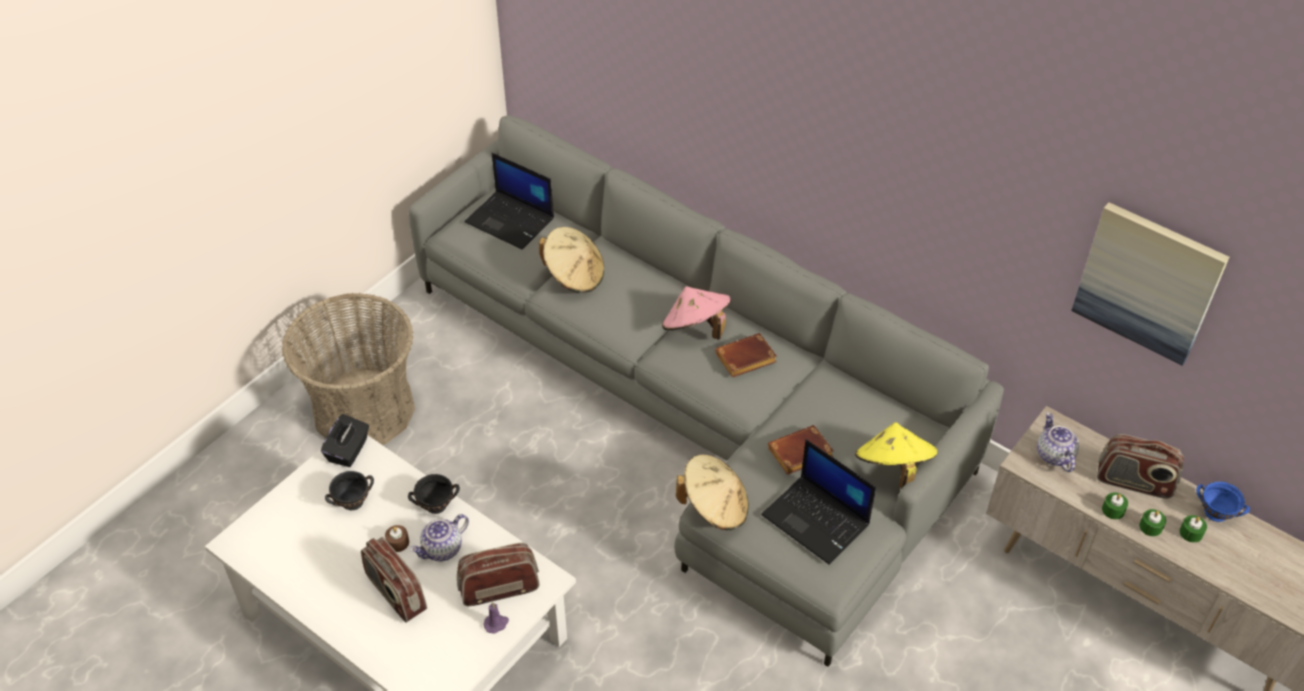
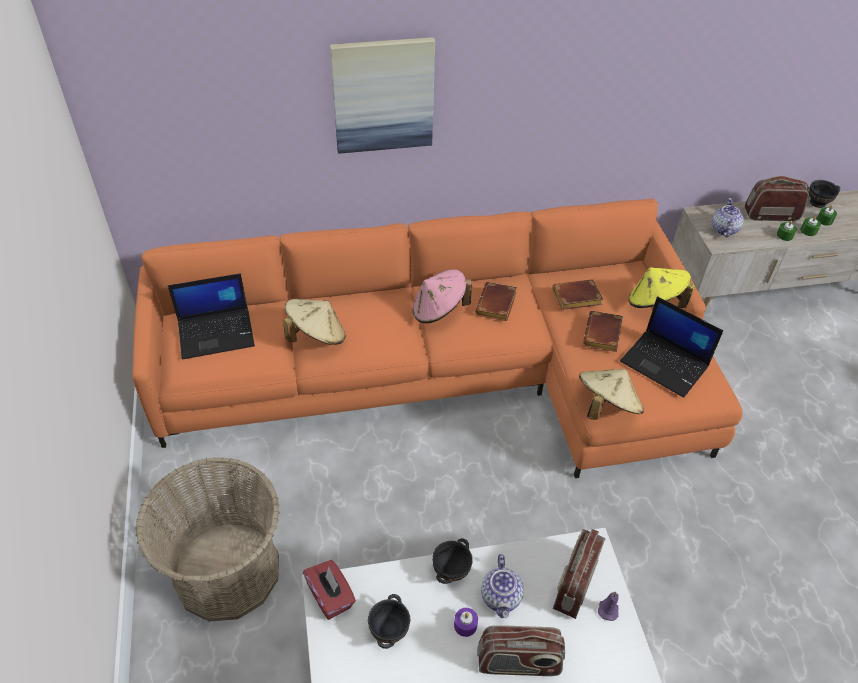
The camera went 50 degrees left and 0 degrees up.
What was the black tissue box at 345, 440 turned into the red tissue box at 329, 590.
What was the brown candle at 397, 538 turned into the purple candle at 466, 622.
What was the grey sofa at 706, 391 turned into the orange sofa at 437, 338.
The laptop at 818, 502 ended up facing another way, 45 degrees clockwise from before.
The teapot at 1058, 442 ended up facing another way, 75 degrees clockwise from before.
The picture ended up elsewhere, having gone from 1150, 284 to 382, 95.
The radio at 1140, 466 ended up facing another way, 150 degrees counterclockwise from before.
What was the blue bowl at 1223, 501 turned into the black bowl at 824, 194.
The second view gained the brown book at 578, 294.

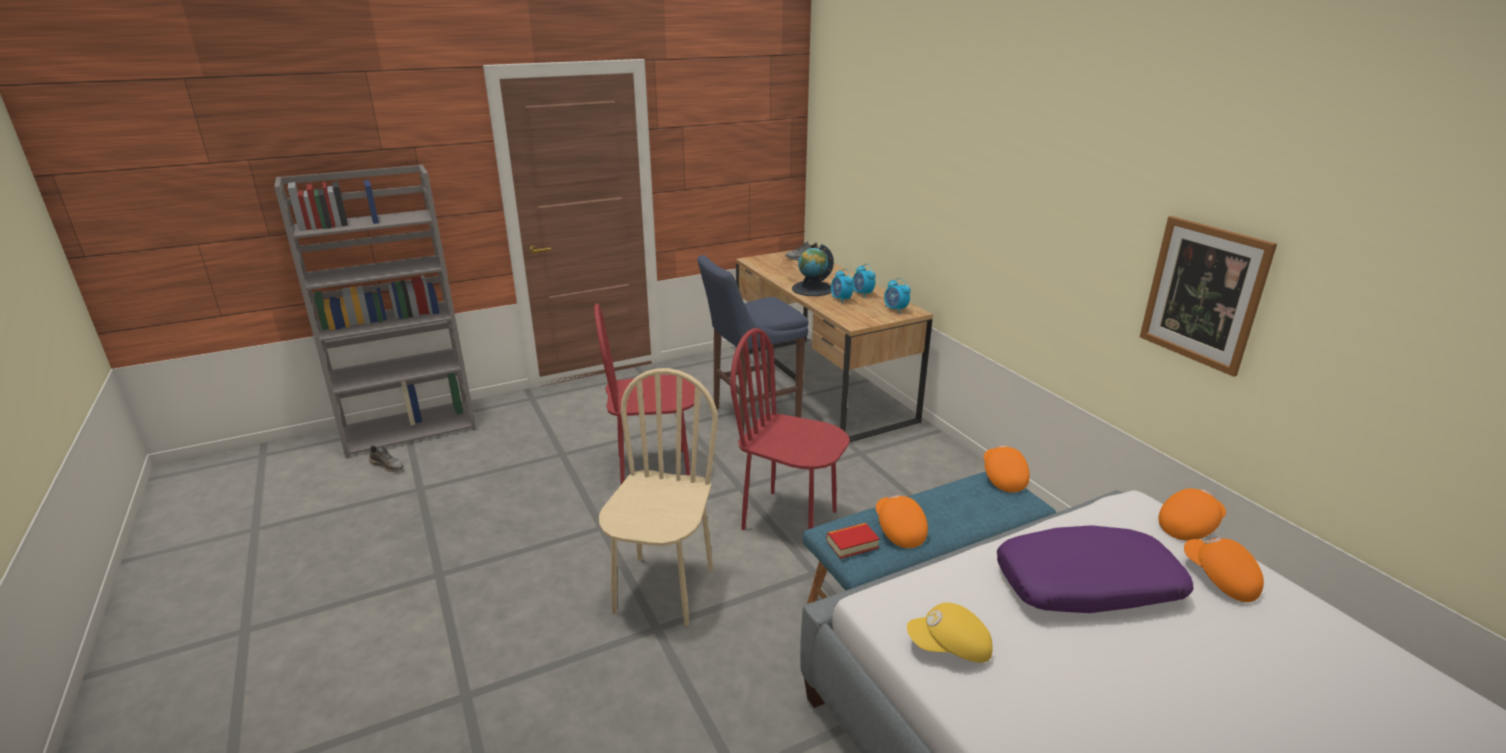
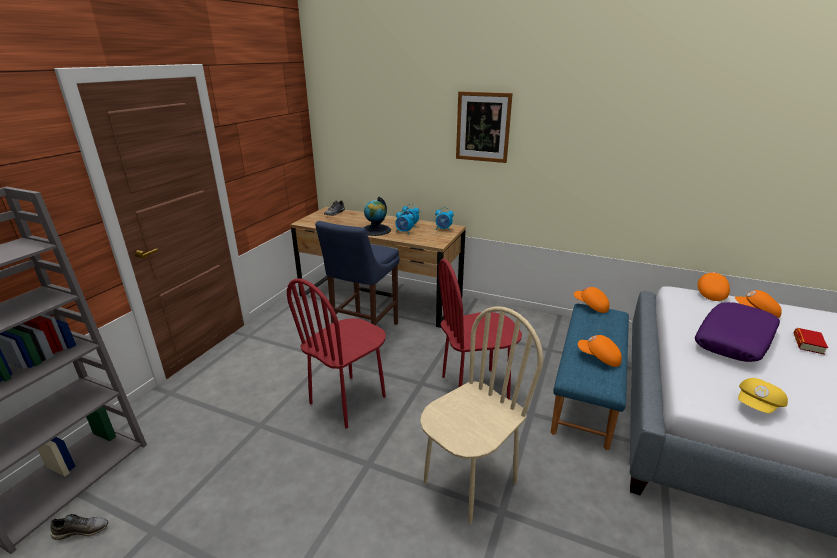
The camera went 40 degrees left and 0 degrees up.
The beige chair at 658, 497 ended up facing another way, 75 degrees clockwise from before.
The book ended up elsewhere, having gone from 853, 541 to 811, 341.
The picture ended up elsewhere, having gone from 1208, 296 to 484, 127.

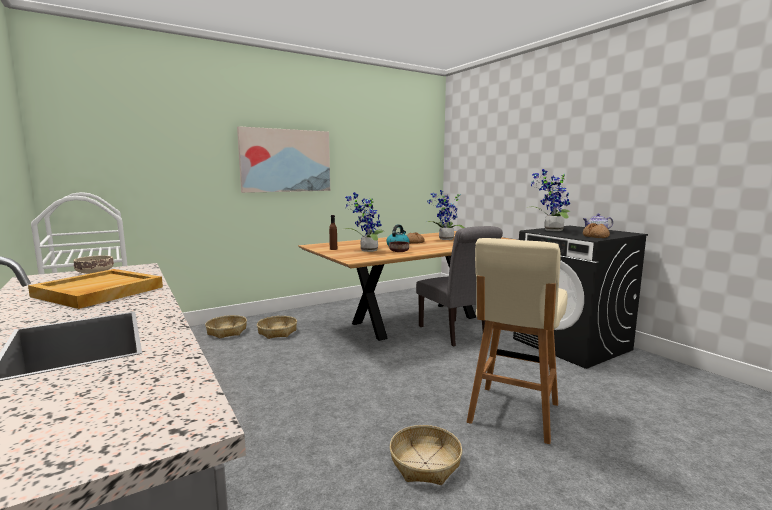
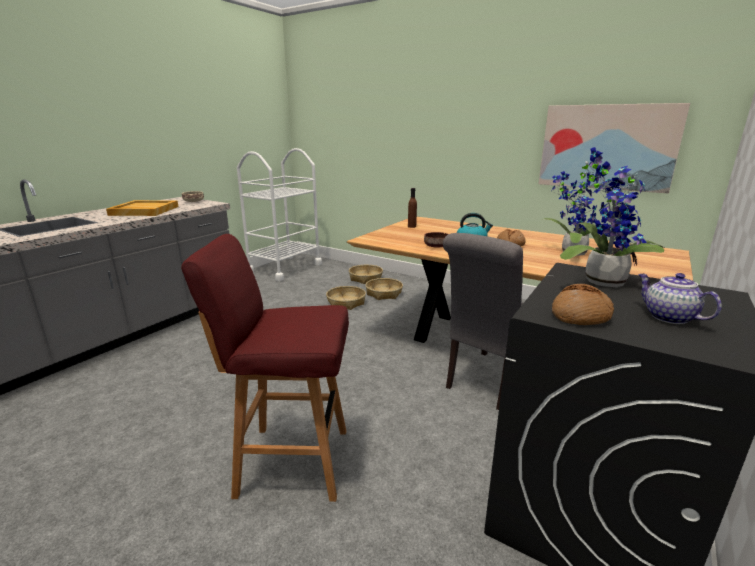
The camera went 65 degrees right and 10 degrees up.
The picture ended up elsewhere, having gone from 283, 159 to 614, 148.
The second view lost the potted plant at 365, 222.
The basket ended up elsewhere, having gone from 426, 455 to 346, 298.
What was the beige stool at 517, 341 turned into the red stool at 265, 368.

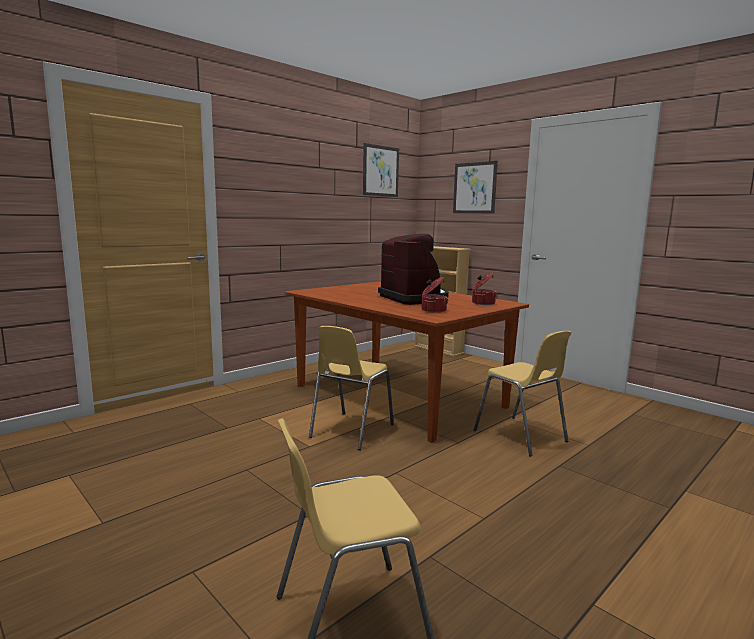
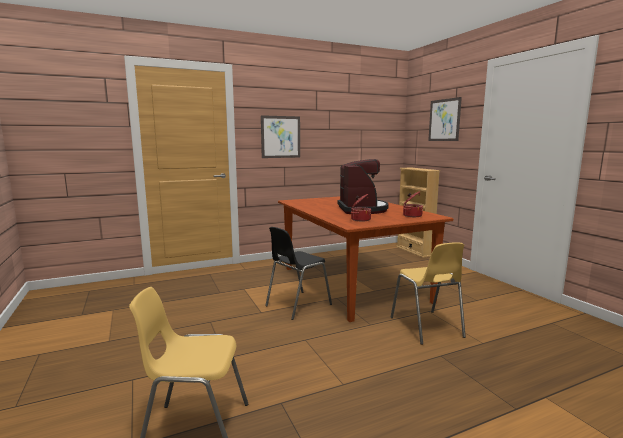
The camera went 20 degrees right and 0 degrees up.
What was the yellow chair at 351, 388 turned into the black chair at 298, 273.
The picture ended up elsewhere, having gone from 381, 170 to 280, 136.

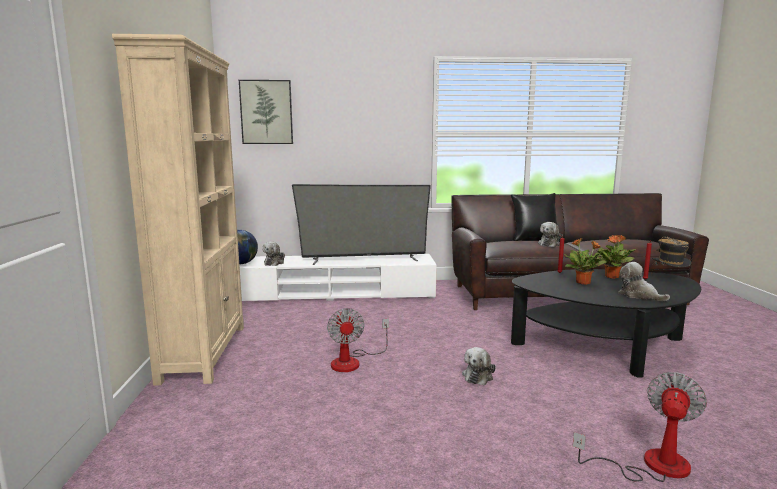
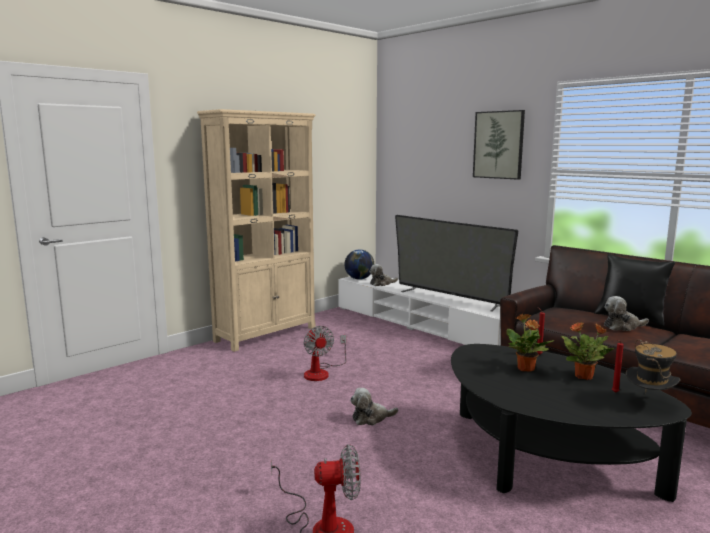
The camera went 50 degrees right and 0 degrees up.
The picture ended up elsewhere, having gone from 266, 112 to 499, 145.
The fan at 358, 340 ended up facing another way, 60 degrees counterclockwise from before.
The second view lost the plush toy at 644, 281.

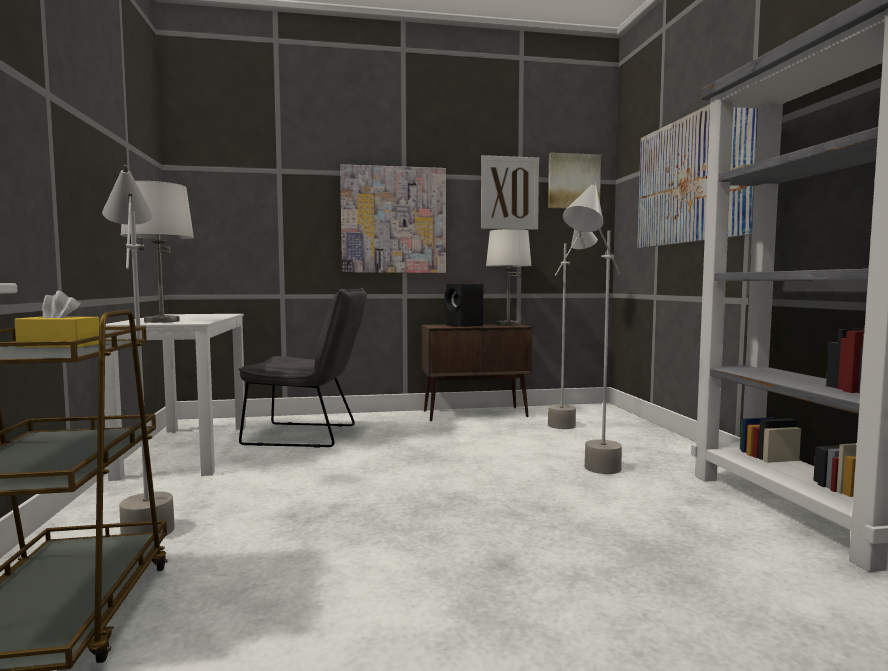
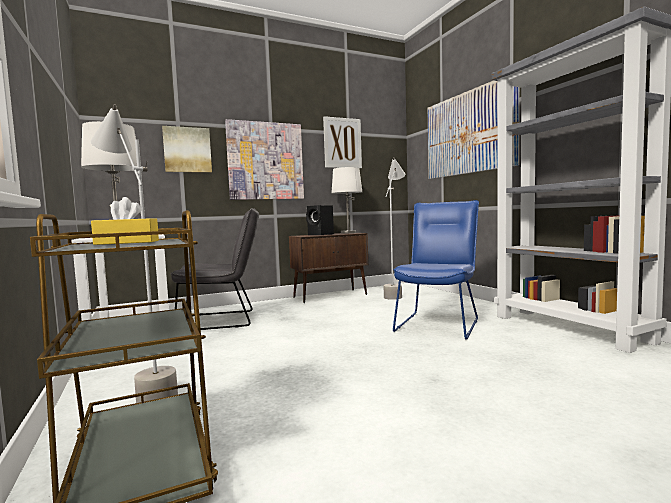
The camera went 15 degrees left and 0 degrees up.
The picture ended up elsewhere, having gone from 574, 180 to 187, 149.
Where the grey floor lamp stood at 592, 328, the blue chair came to stand at 436, 270.

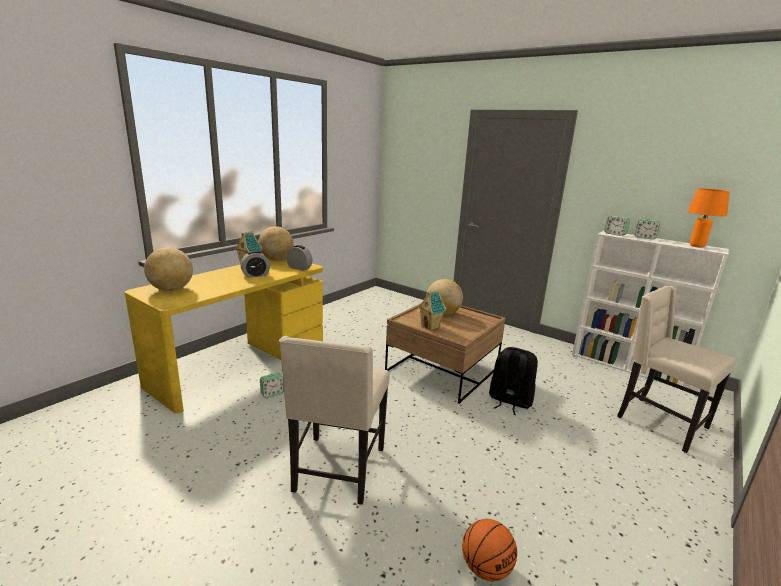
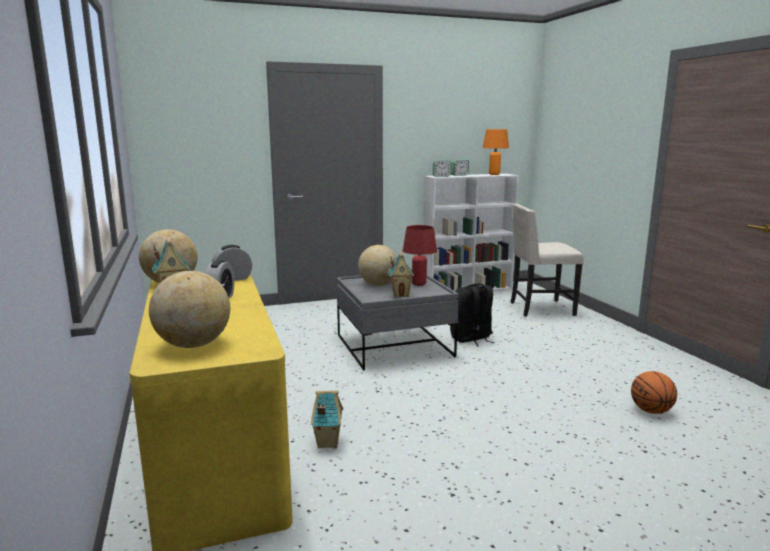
The camera went 55 degrees left and 5 degrees down.
Where the alarm clock stood at 272, 385, the toy house came to stand at 327, 419.
The second view lost the beige chair at 334, 420.
What was the brown coffee table at 445, 354 turned into the grey coffee table at 398, 322.
The second view gained the red table lamp at 420, 255.

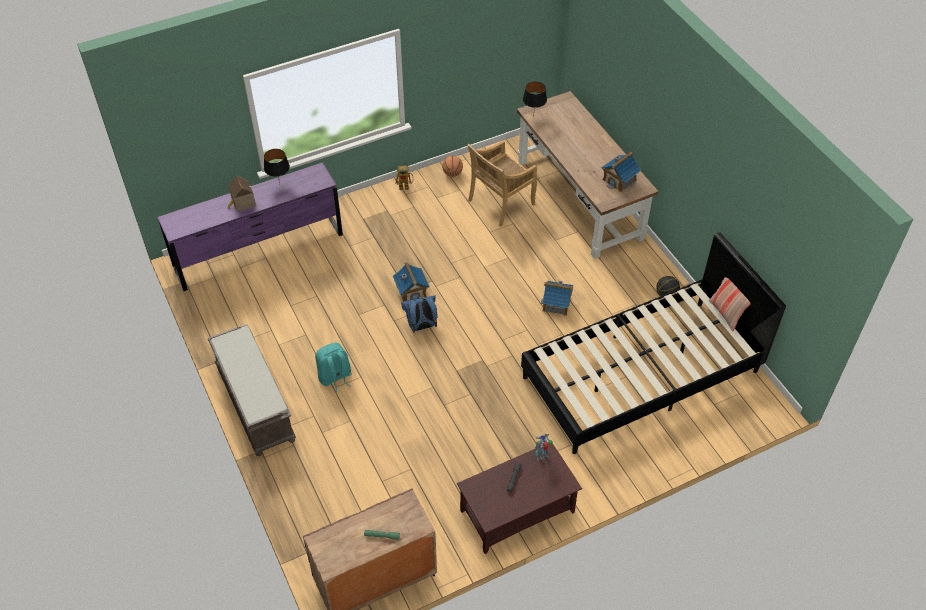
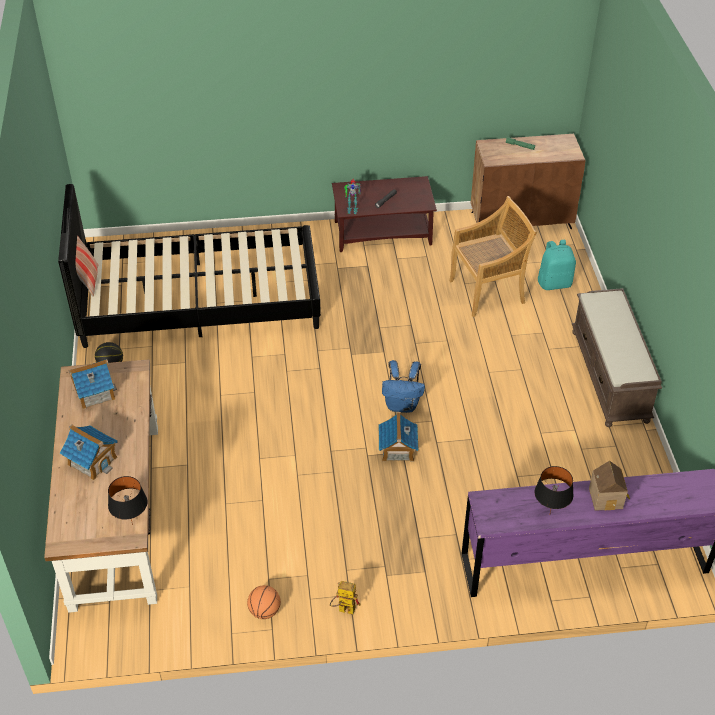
The camera went 160 degrees left and 5 degrees down.
The turquoise backpack ended up elsewhere, having gone from 333, 368 to 557, 265.
The beige chair ended up elsewhere, having gone from 502, 184 to 493, 256.
The toy house ended up elsewhere, having gone from 557, 298 to 89, 453.

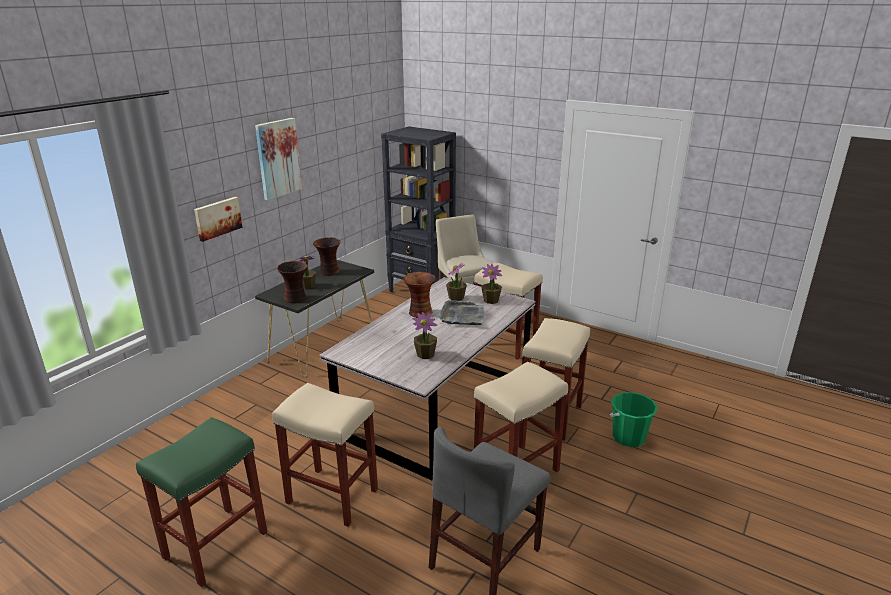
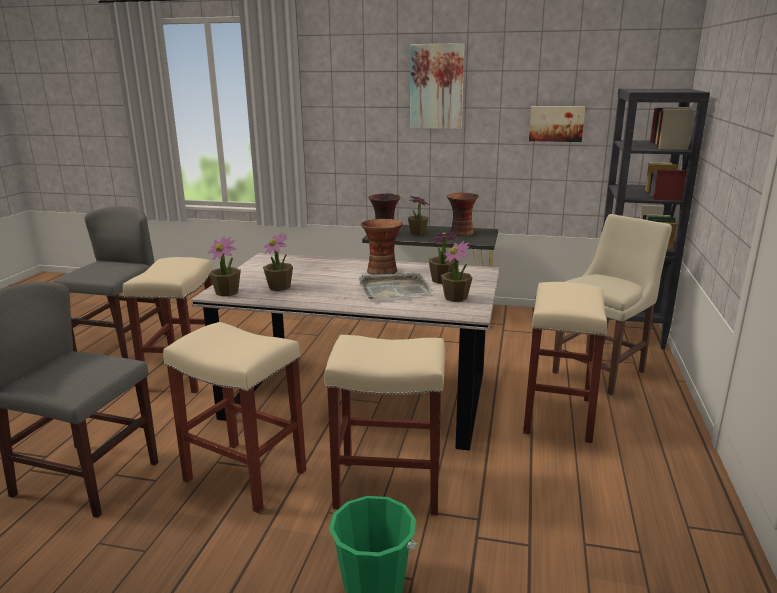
The camera went 70 degrees right and 5 degrees down.
Where the green stool stood at 201, 502, the grey chair came to stand at 109, 282.
The picture ended up elsewhere, having gone from 218, 219 to 557, 124.
The second view gained the potted plant at 224, 266.

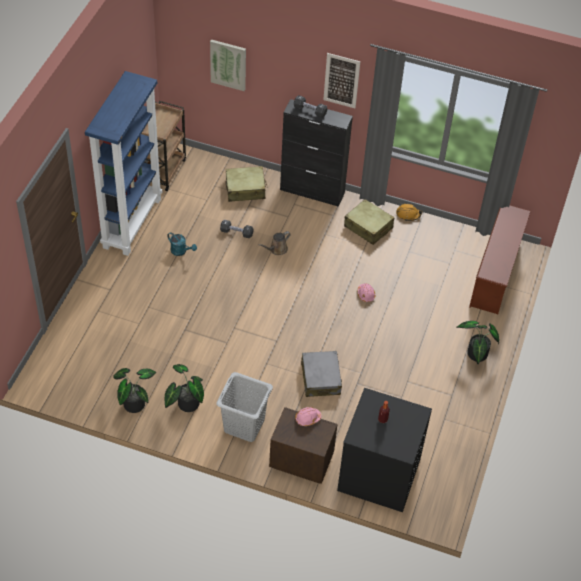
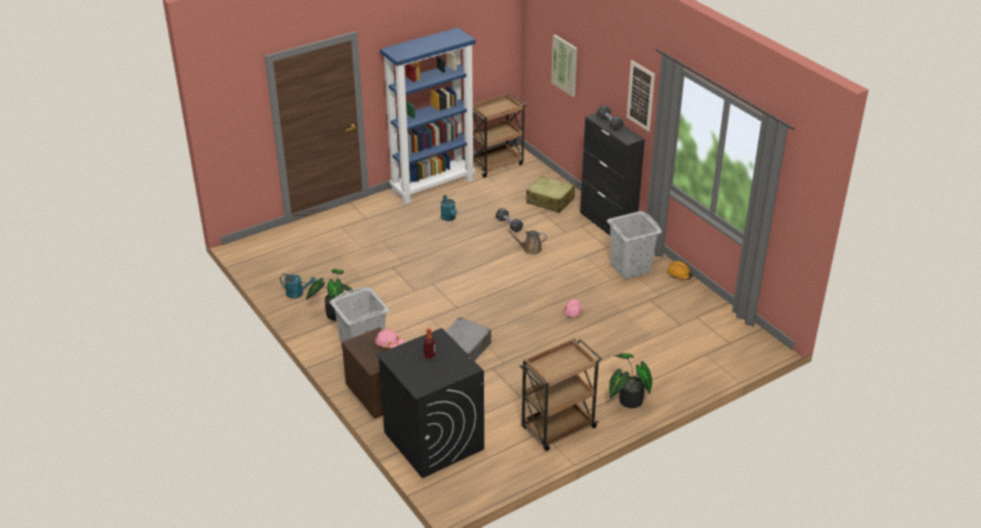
The camera went 40 degrees right and 15 degrees down.
Where the potted plant stood at 134, 390, the turquoise watering can came to stand at 298, 286.
Where the beige suitcase stood at 369, 222, the grey laundry basket came to stand at 634, 245.
The second view lost the brown shoe rack at 500, 259.
The second view gained the brown cart at 560, 394.

